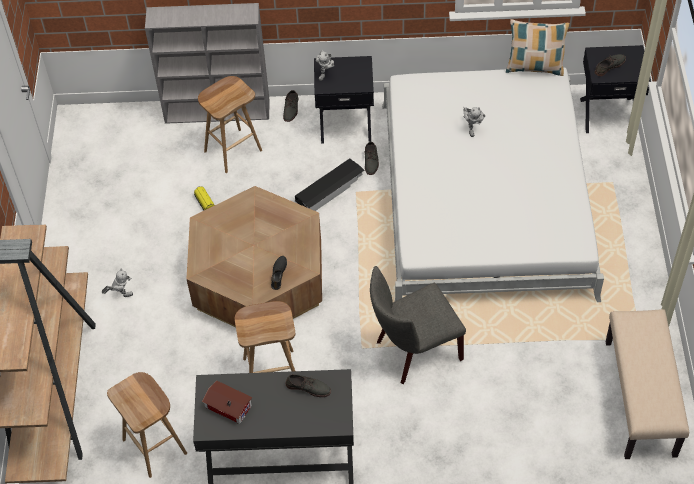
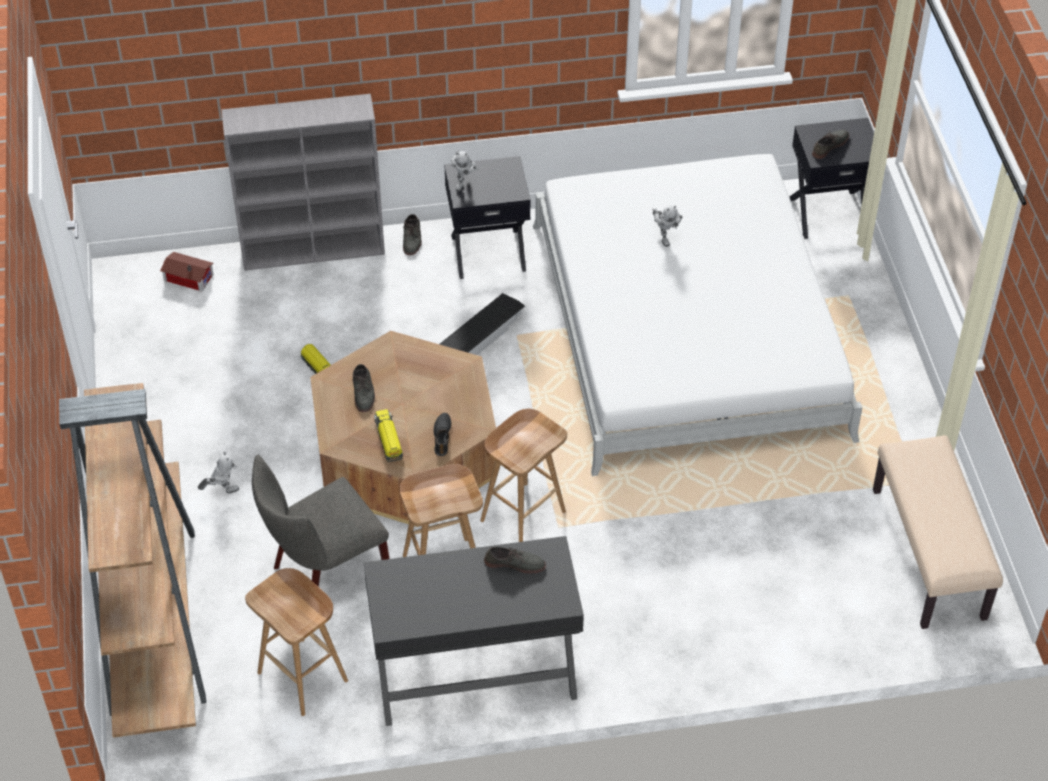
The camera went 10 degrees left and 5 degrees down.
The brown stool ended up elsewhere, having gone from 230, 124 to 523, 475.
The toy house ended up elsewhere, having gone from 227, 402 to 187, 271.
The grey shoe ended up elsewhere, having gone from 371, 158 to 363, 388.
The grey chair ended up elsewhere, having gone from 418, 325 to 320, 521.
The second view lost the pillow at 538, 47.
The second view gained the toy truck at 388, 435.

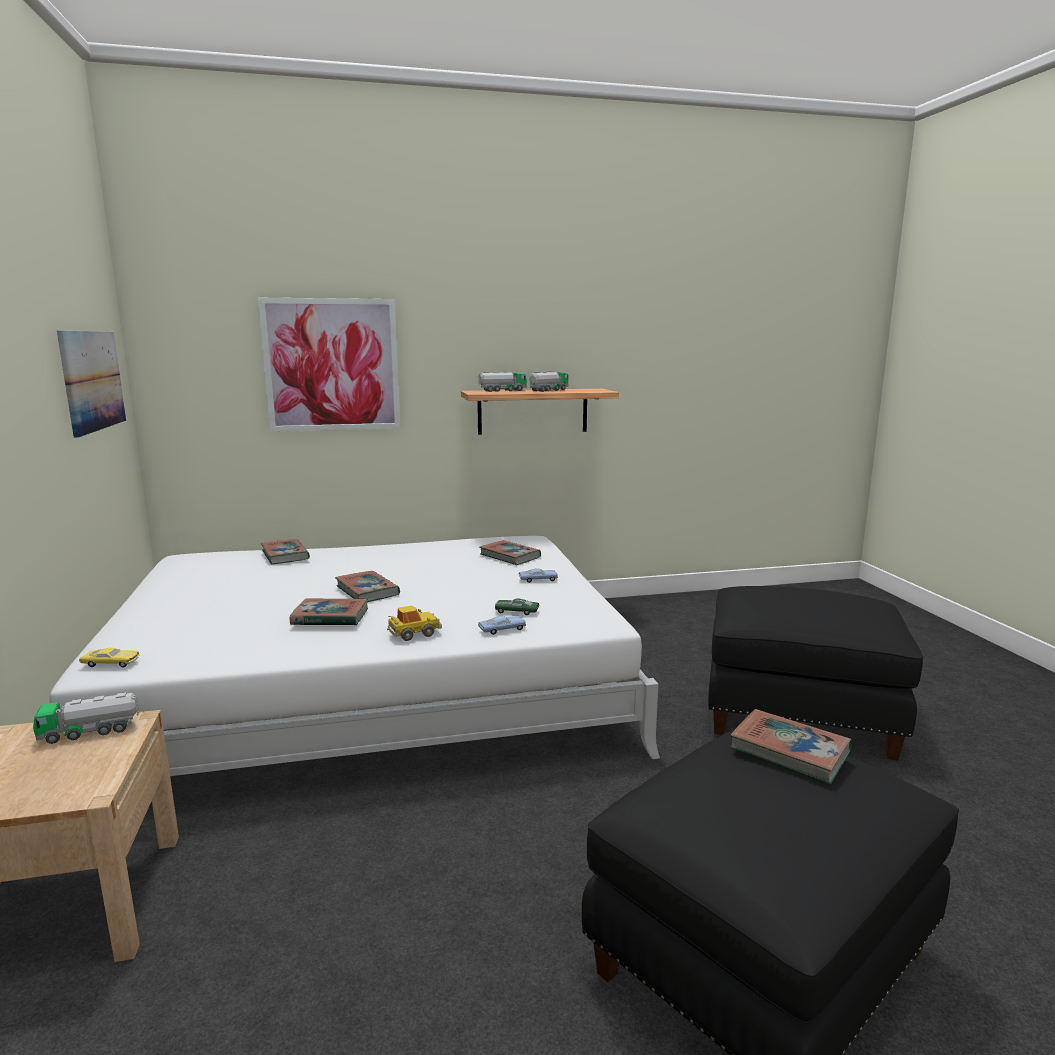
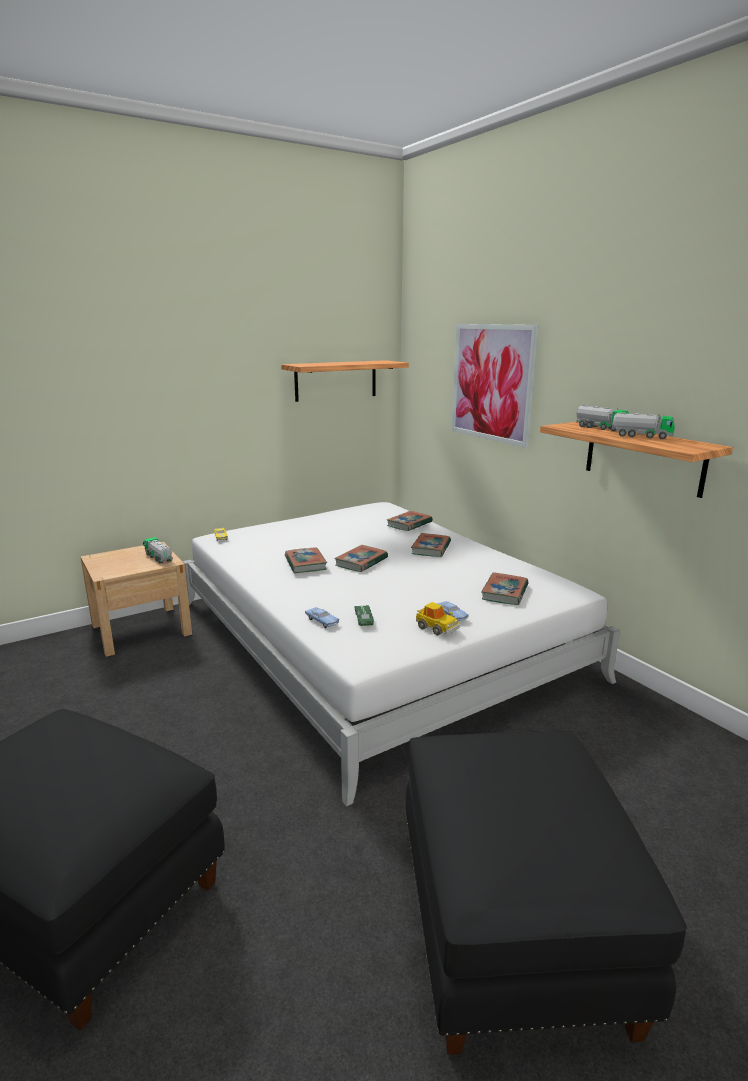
The camera went 70 degrees right and 5 degrees up.
Where the picture hung at 91, 384, the shelf came to hang at 345, 381.
The toy car ended up elsewhere, having gone from 414, 623 to 438, 618.
The book ended up elsewhere, having gone from 791, 746 to 431, 545.

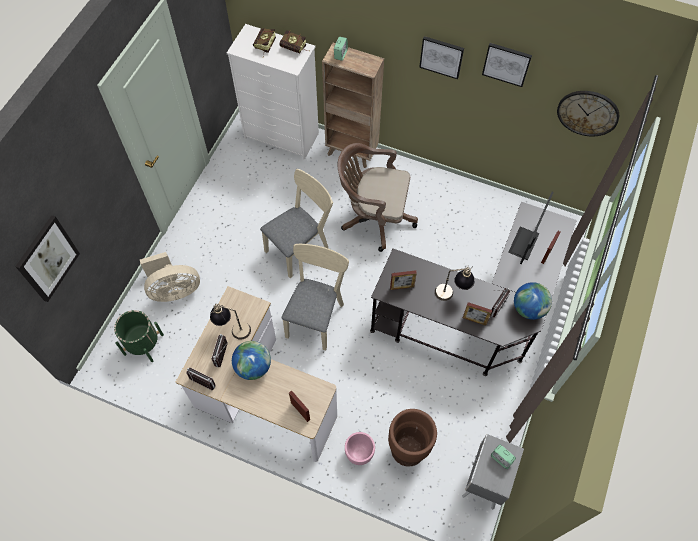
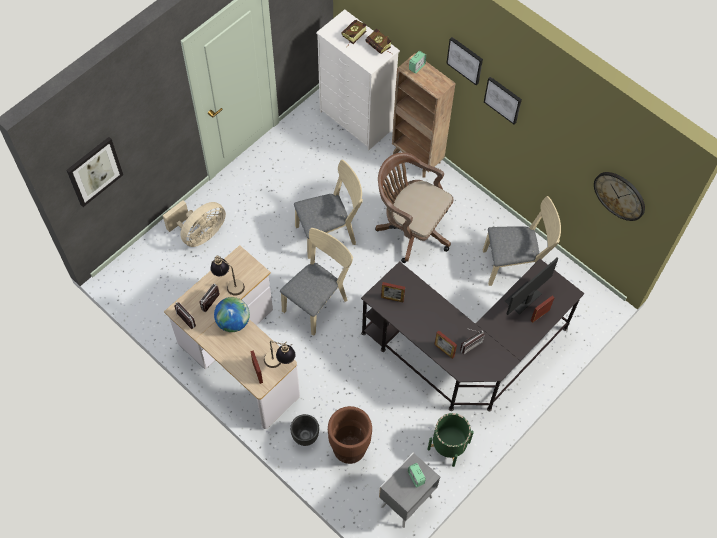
The camera went 20 degrees right and 0 degrees up.
The green planter ended up elsewhere, having gone from 139, 336 to 450, 440.
The beige fan at 170, 277 ended up facing another way, 45 degrees counterclockwise from before.
What was the pink planter at 360, 448 turned into the black planter at 304, 430.
The table lamp ended up elsewhere, having gone from 454, 284 to 279, 354.
The picture ended up elsewhere, having gone from 507, 65 to 464, 61.
The second view lost the globe at 533, 301.
The second view gained the beige chair at 522, 241.

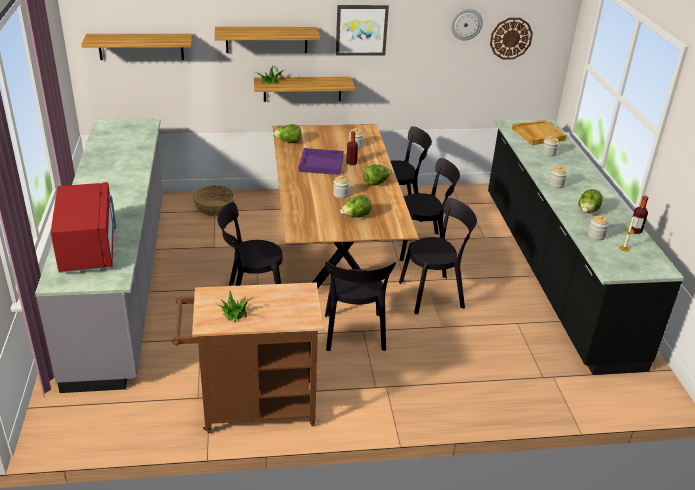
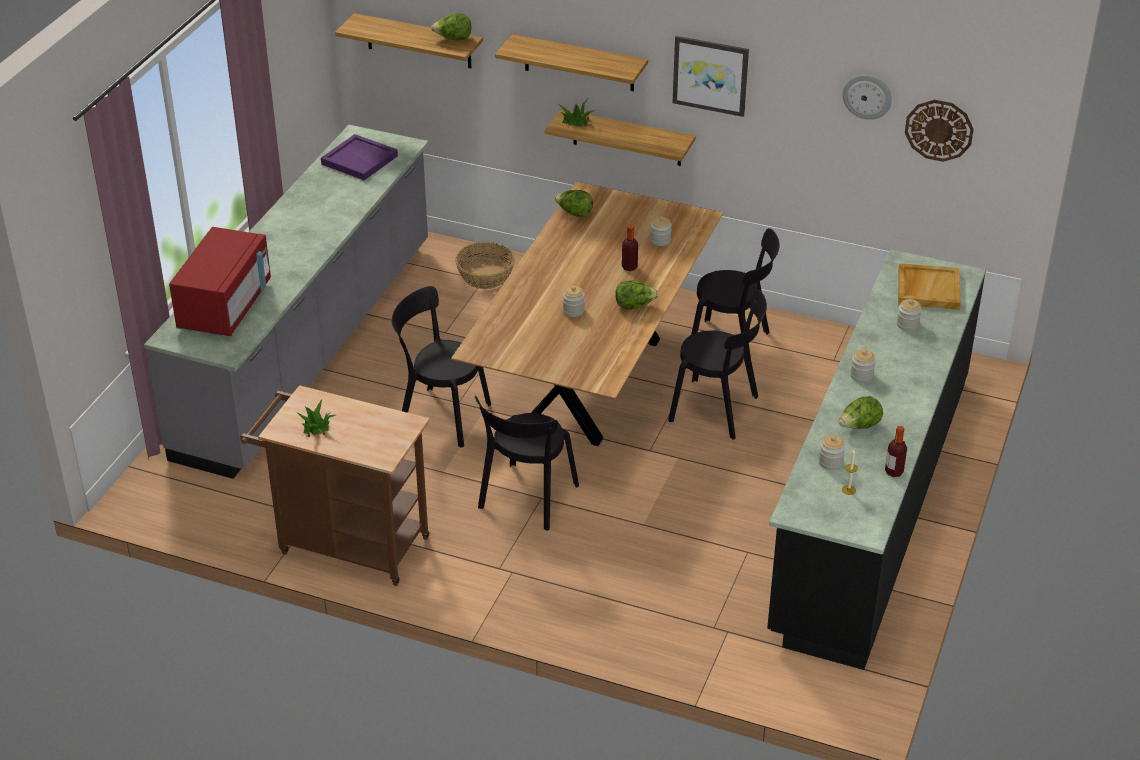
The camera went 30 degrees right and 5 degrees up.
The purple tray ended up elsewhere, having gone from 321, 161 to 359, 157.
The lettuce ended up elsewhere, having gone from 356, 206 to 451, 26.
The second view lost the black chair at 438, 256.

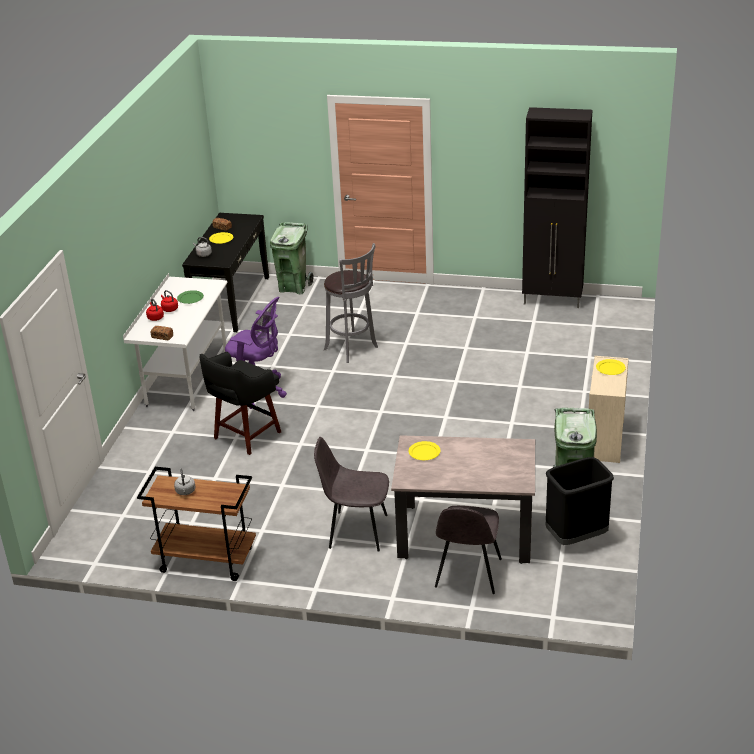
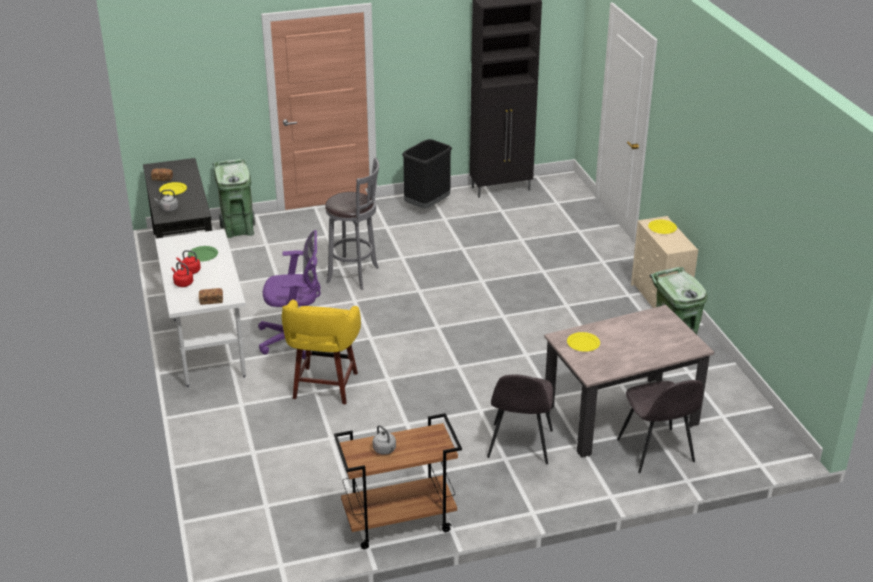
The camera went 30 degrees left and 0 degrees up.
What was the black stool at 240, 403 turned into the yellow stool at 321, 351.
The grey chair at 351, 494 ended up facing another way, 60 degrees counterclockwise from before.
The black trash can ended up elsewhere, having gone from 580, 501 to 427, 174.

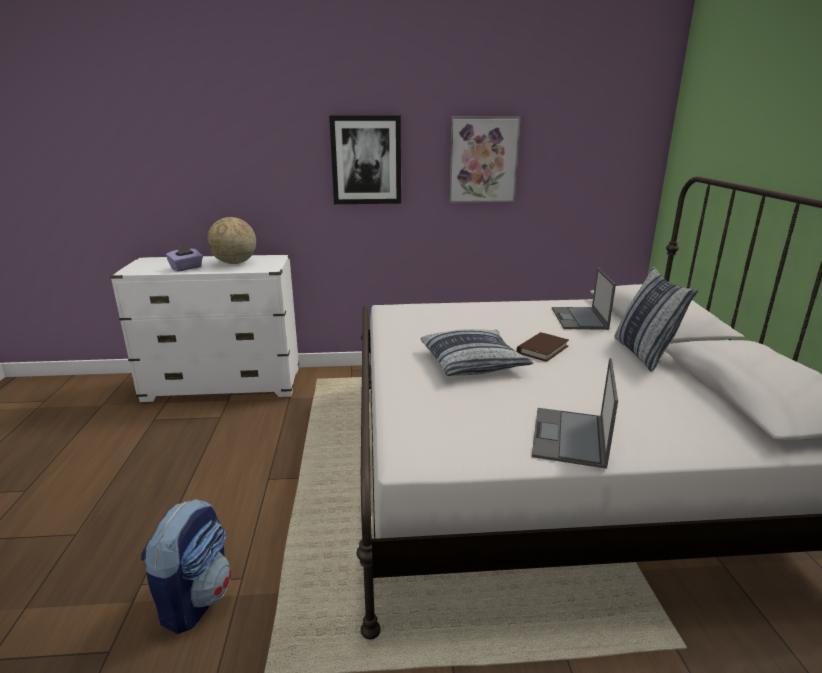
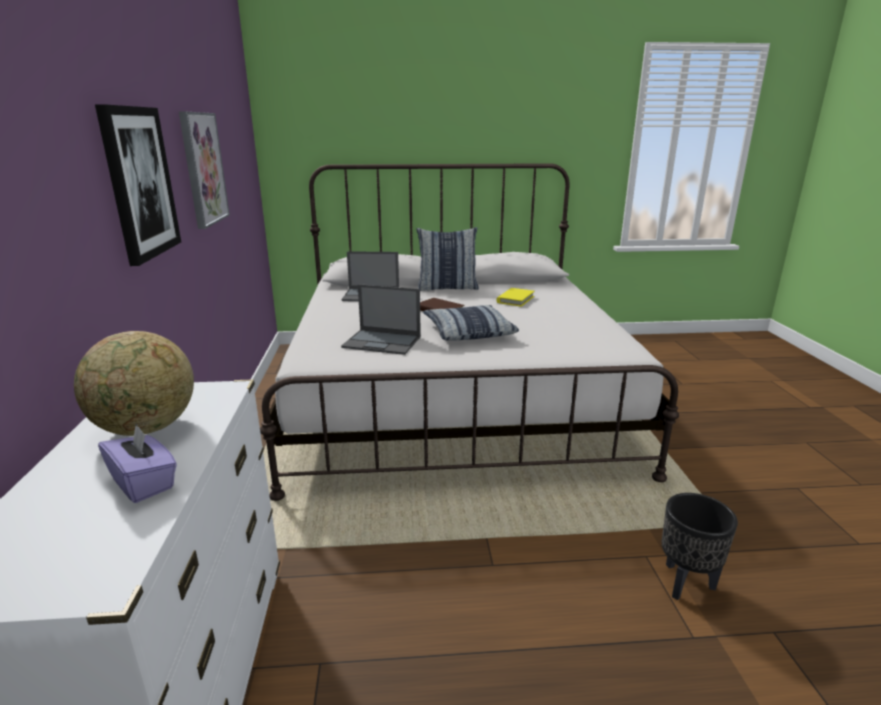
The camera went 90 degrees left and 0 degrees up.
Where the backpack stood at 186, 566, the black planter came to stand at 700, 546.
The laptop ended up elsewhere, having gone from 575, 413 to 381, 319.
The second view gained the yellow book at 515, 297.

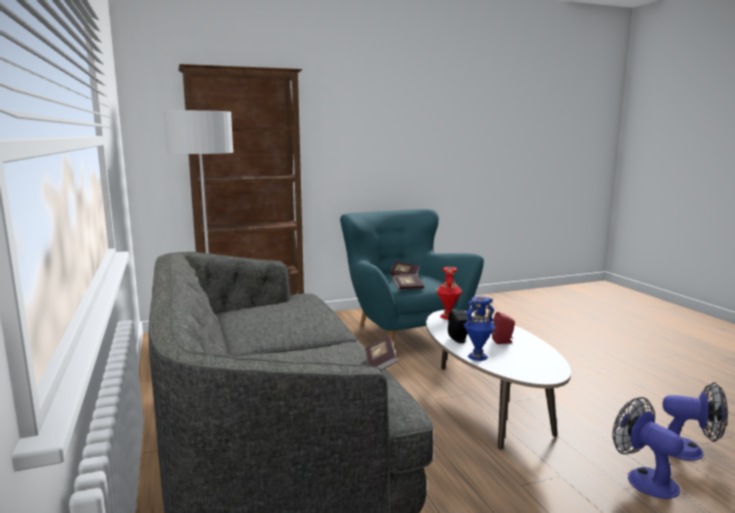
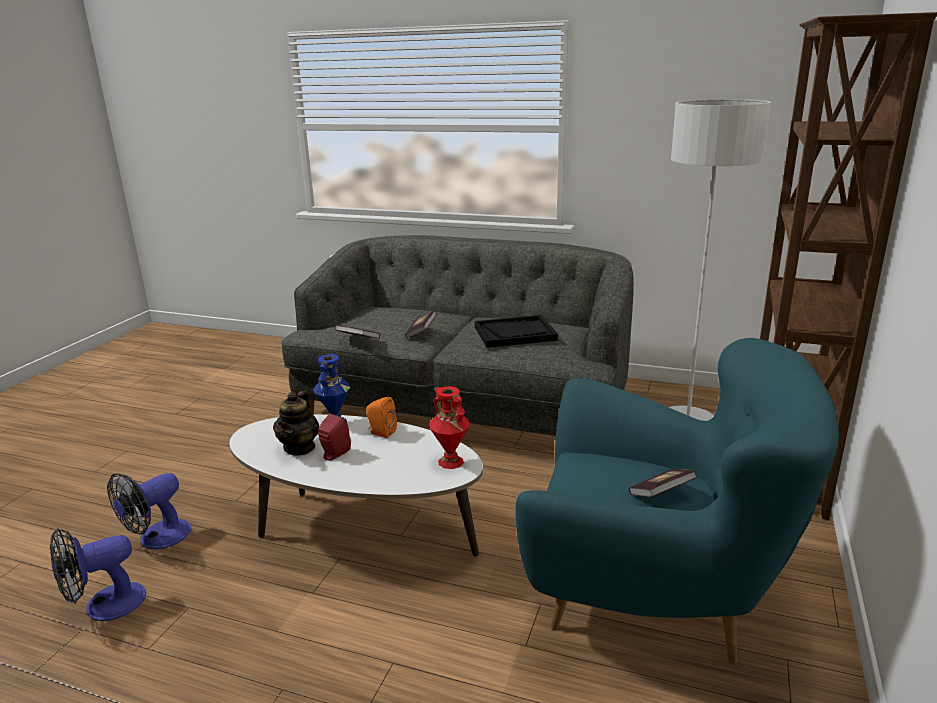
The camera went 130 degrees right and 10 degrees up.
The book ended up elsewhere, having gone from 408, 282 to 421, 324.
What was the black speaker at 458, 326 turned into the orange speaker at 381, 417.
The fan at 648, 448 ended up facing another way, 120 degrees clockwise from before.
The second view gained the teapot at 296, 423.
The second view gained the black tray at 516, 331.

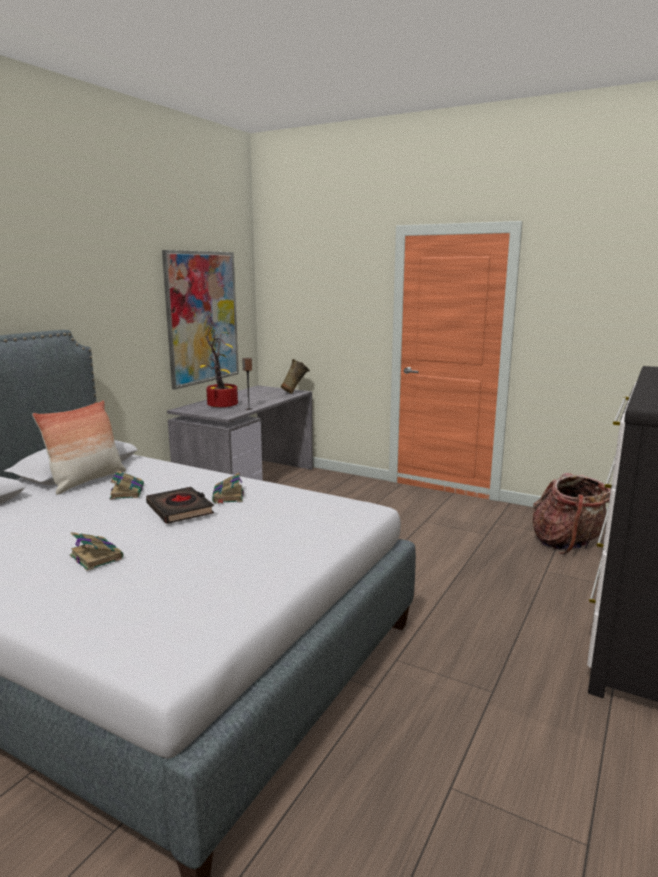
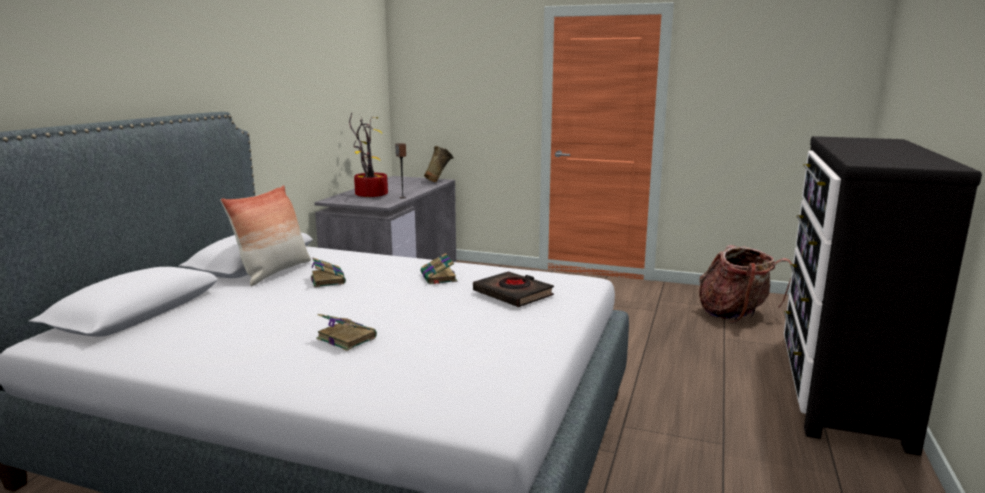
The camera went 10 degrees left and 0 degrees up.
The black book ended up elsewhere, having gone from 180, 505 to 513, 289.
The second view lost the picture at 200, 320.

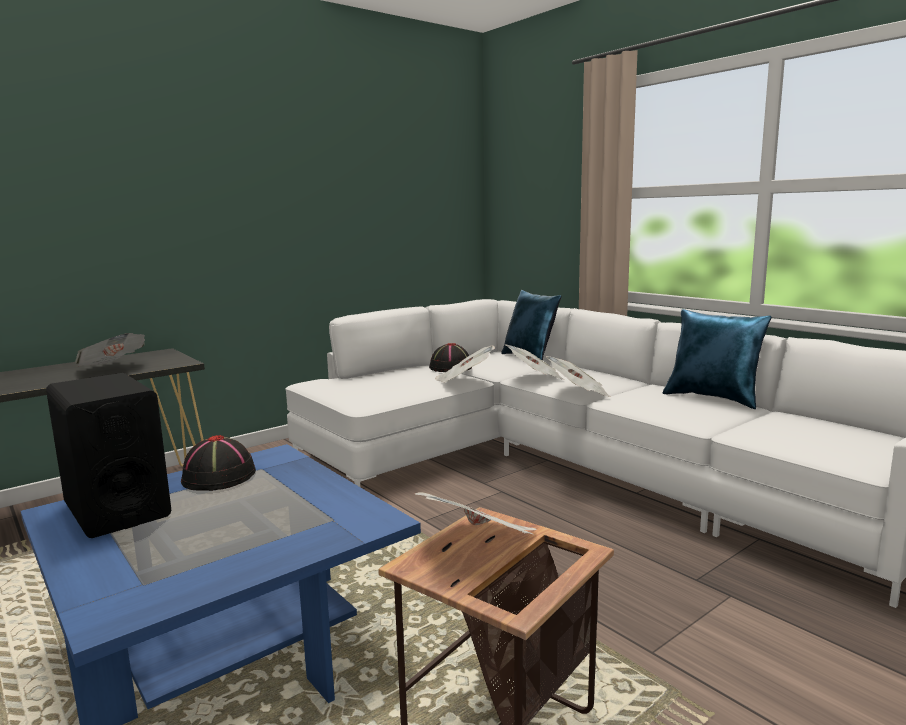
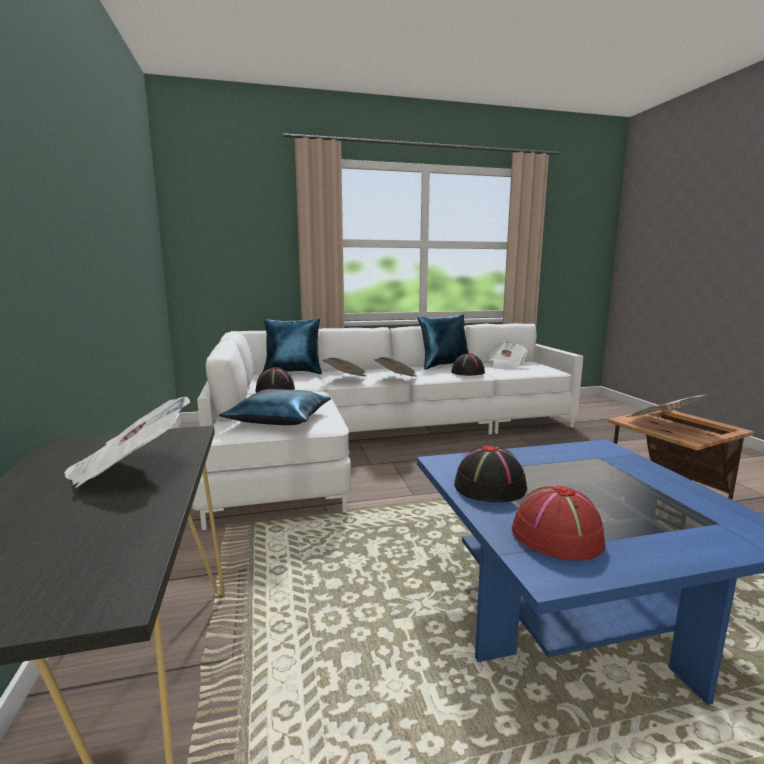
The camera went 65 degrees left and 0 degrees up.
Where the black speaker stood at 108, 455, the red hat came to stand at 558, 523.
The newspaper ended up elsewhere, having gone from 465, 364 to 508, 355.
The second view gained the blue pillow at 275, 407.
The second view gained the black hat at 468, 364.

